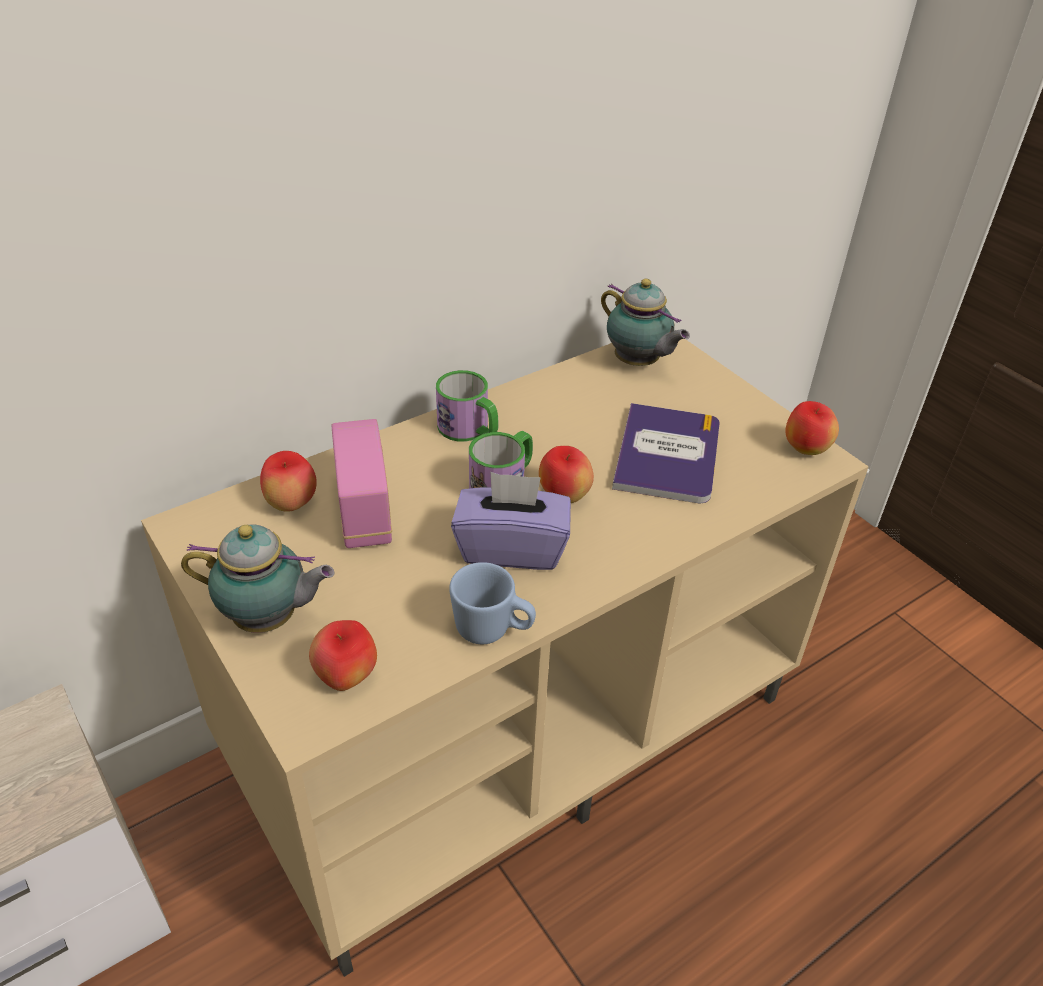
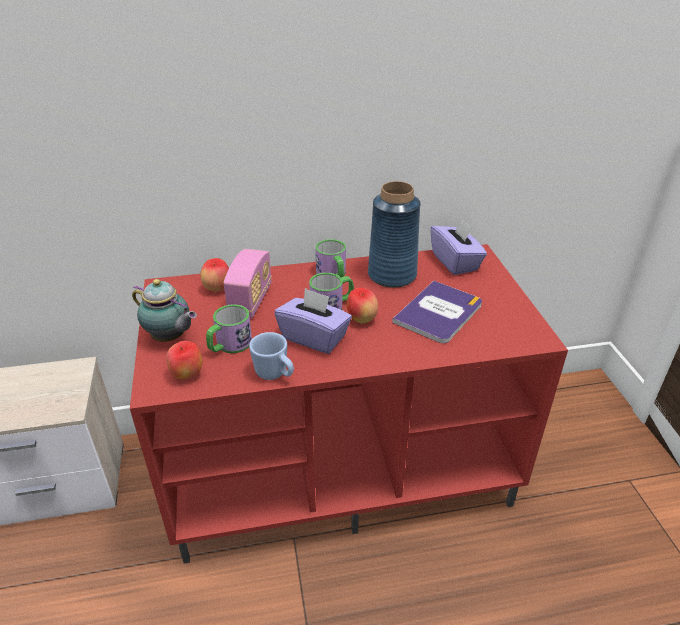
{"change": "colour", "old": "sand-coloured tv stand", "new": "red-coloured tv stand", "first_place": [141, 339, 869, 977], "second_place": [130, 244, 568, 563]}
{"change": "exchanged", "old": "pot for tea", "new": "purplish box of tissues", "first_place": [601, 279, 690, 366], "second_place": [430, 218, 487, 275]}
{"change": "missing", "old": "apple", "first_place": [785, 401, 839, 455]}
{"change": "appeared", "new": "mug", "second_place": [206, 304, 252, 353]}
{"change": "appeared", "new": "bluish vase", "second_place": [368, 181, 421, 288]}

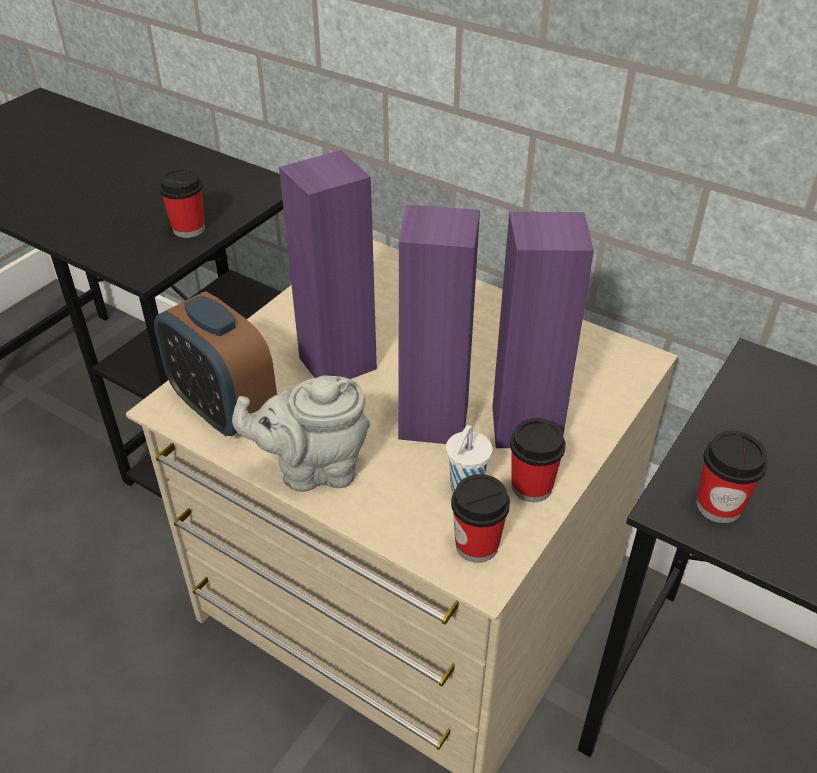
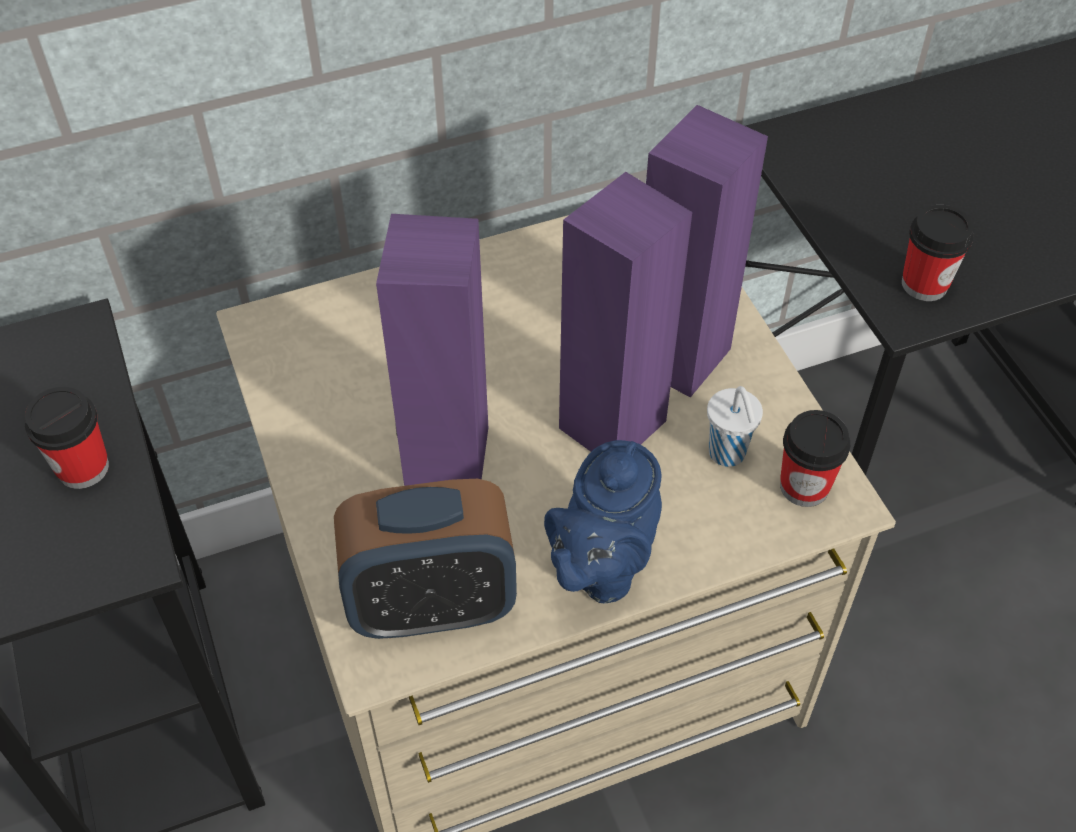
{"change": "colour", "old": "grey pot for tea", "new": "bluish pot for tea", "first_place": [232, 375, 370, 492], "second_place": [544, 440, 662, 603]}
{"change": "missing", "old": "cup", "first_place": [510, 418, 566, 502]}

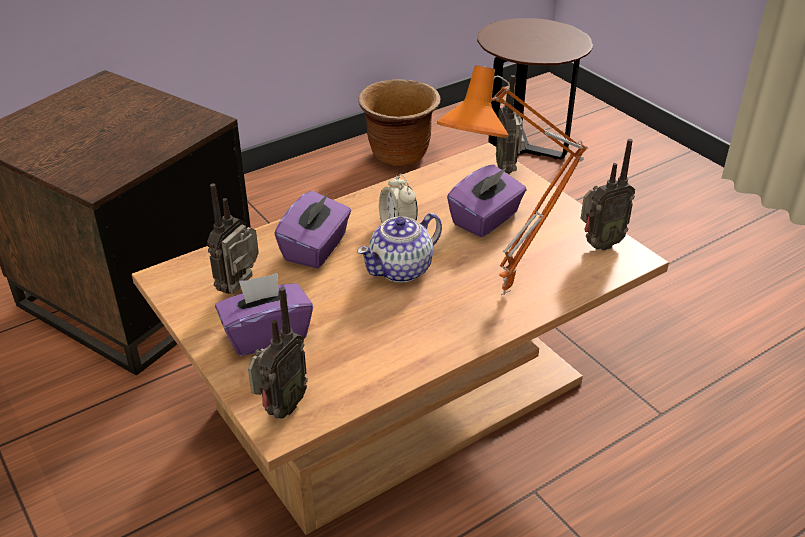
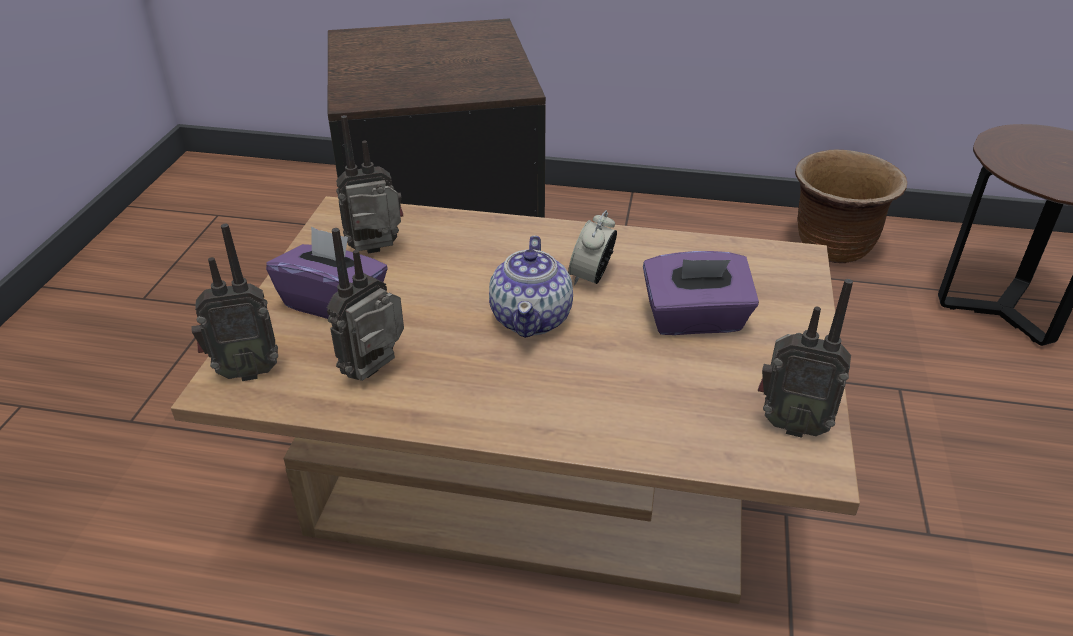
{"change": "missing", "old": "purplish box of tissues", "first_place": [274, 191, 351, 268]}
{"change": "spun", "old": "pot for tea", "first_place": [357, 213, 442, 283], "second_place": [489, 235, 573, 338], "degrees": -90}
{"change": "missing", "old": "orangey table lamp", "first_place": [437, 65, 587, 295]}
{"change": "relocated", "old": "radio receiver", "first_place": [496, 75, 525, 174], "second_place": [327, 228, 404, 381]}

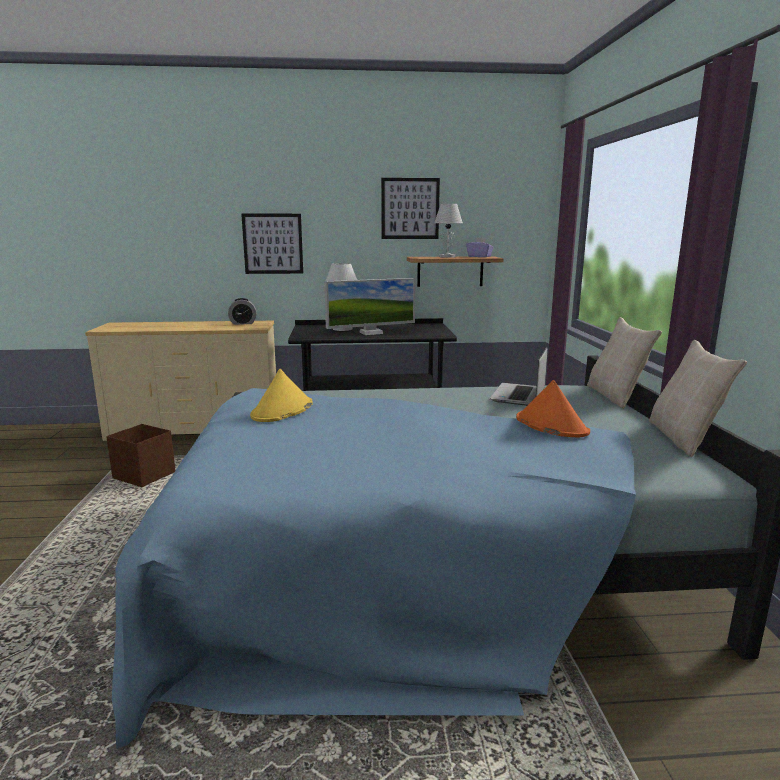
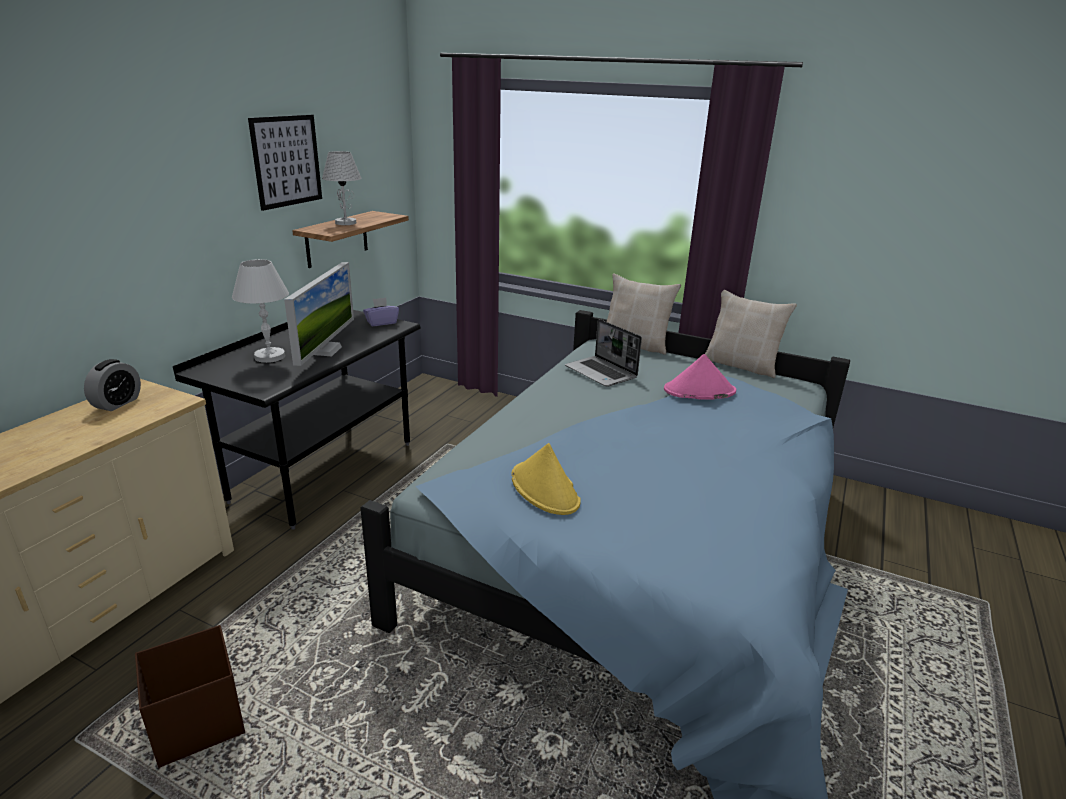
{"change": "missing", "old": "picture", "first_place": [241, 214, 303, 274]}
{"change": "relocated", "old": "purplish box of tissues", "first_place": [466, 238, 494, 257], "second_place": [363, 298, 399, 326]}
{"change": "colour", "old": "orangey hat", "new": "pink hat", "first_place": [516, 380, 590, 438], "second_place": [664, 354, 736, 400]}

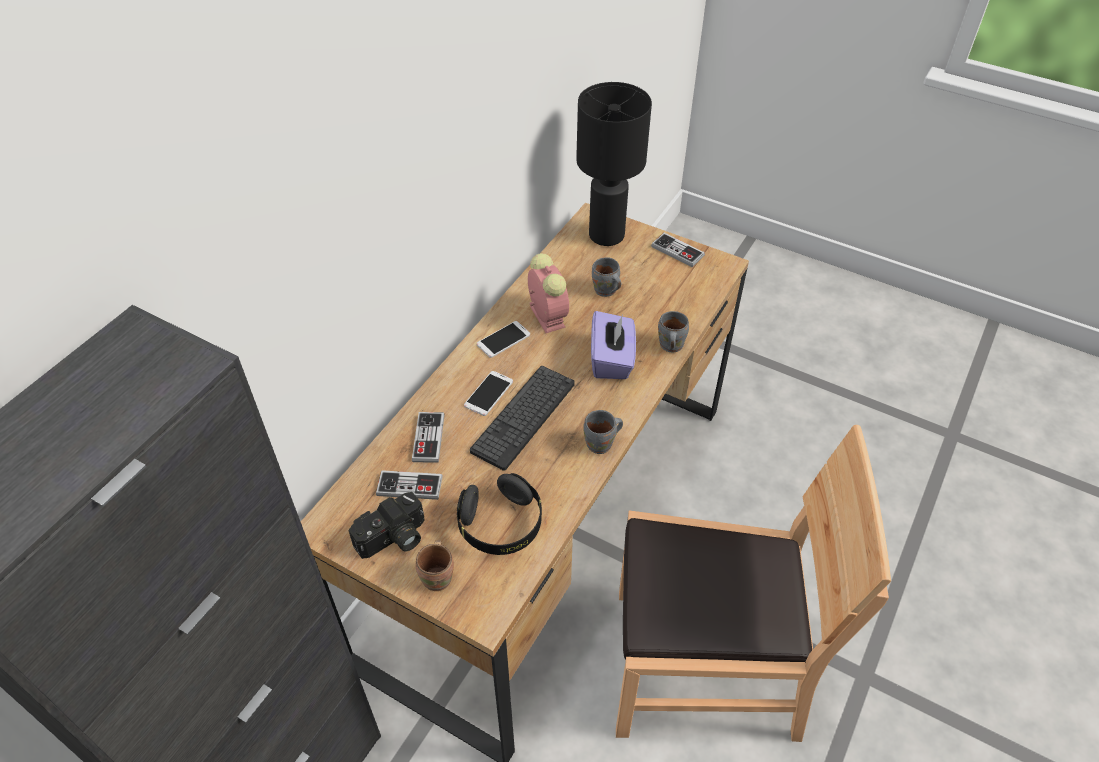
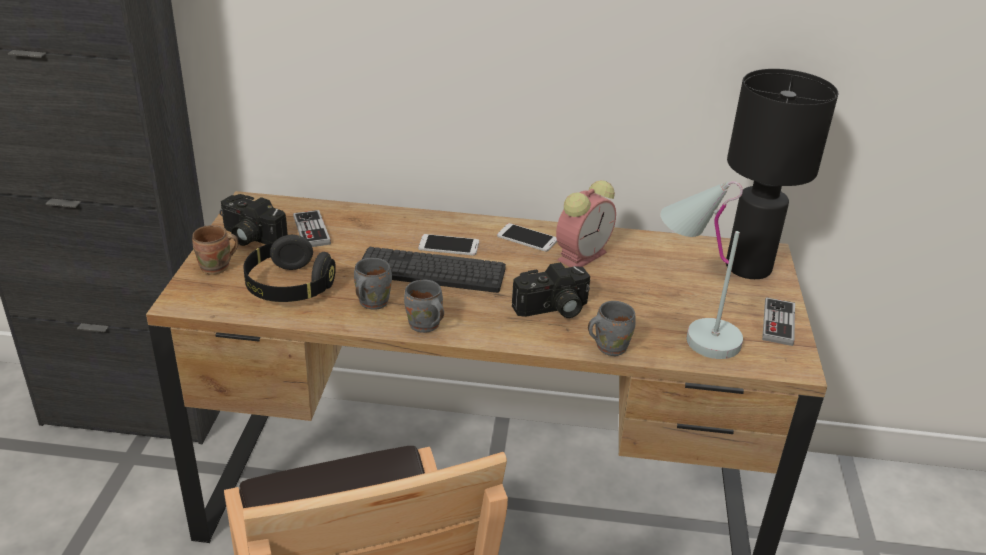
{"change": "missing", "old": "joypad", "first_place": [412, 412, 444, 463]}
{"change": "exchanged", "old": "purplish box of tissues", "new": "still camera", "first_place": [591, 311, 636, 379], "second_place": [512, 262, 590, 318]}
{"change": "relocated", "old": "grey mug", "first_place": [592, 257, 621, 297], "second_place": [354, 258, 392, 310]}
{"change": "appeared", "new": "white table lamp", "second_place": [661, 181, 743, 359]}

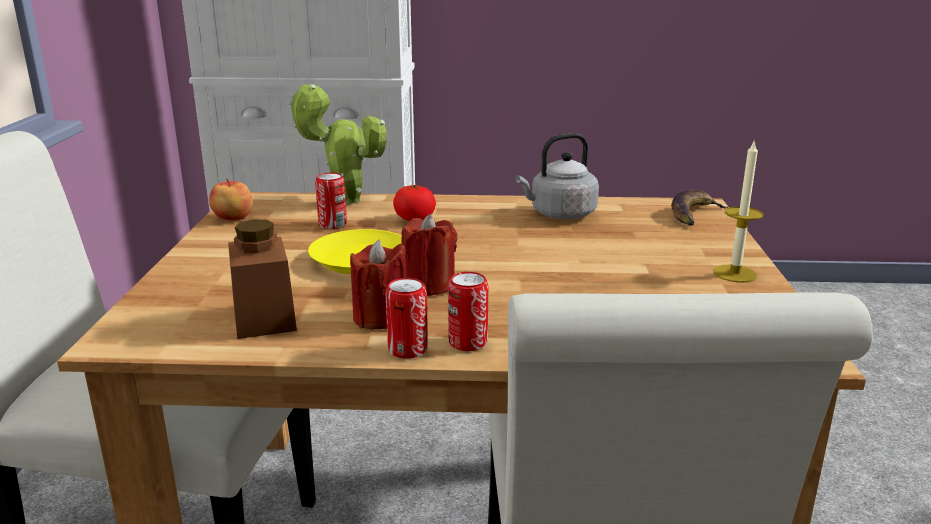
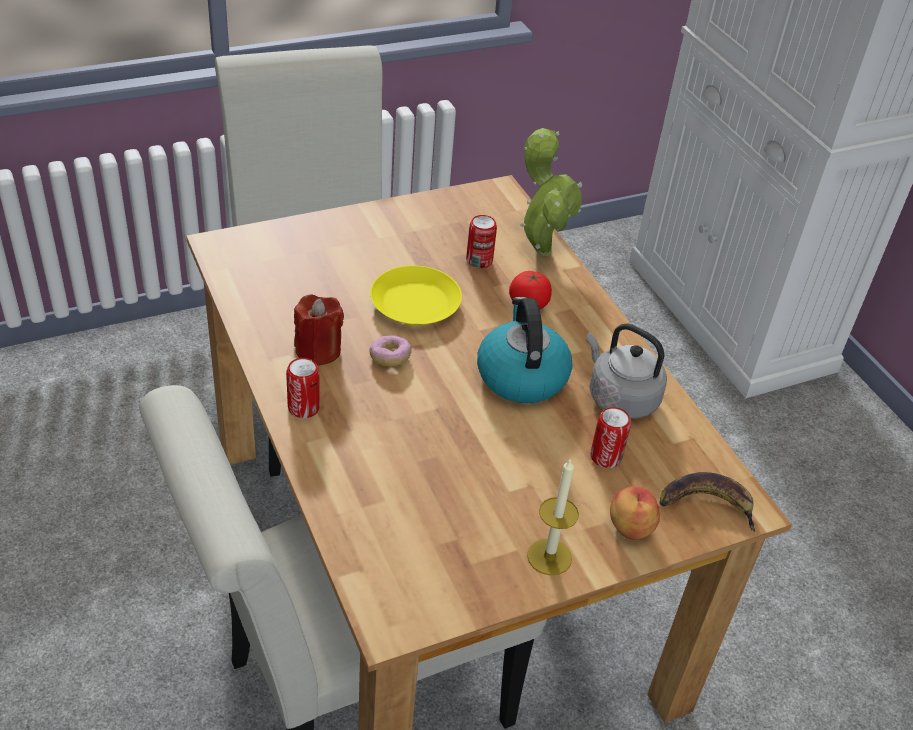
{"change": "relocated", "old": "apple", "first_place": [209, 178, 253, 220], "second_place": [610, 486, 660, 540]}
{"change": "missing", "old": "brown-coloured jar", "first_place": [228, 219, 297, 339]}
{"change": "relocated", "old": "metal can", "first_place": [386, 278, 428, 359], "second_place": [591, 407, 631, 468]}
{"change": "exchanged", "old": "red-coloured wax candle", "new": "ring doughnut", "first_place": [401, 214, 457, 296], "second_place": [370, 335, 412, 367]}
{"change": "appeared", "new": "tea kettle", "second_place": [477, 297, 572, 403]}

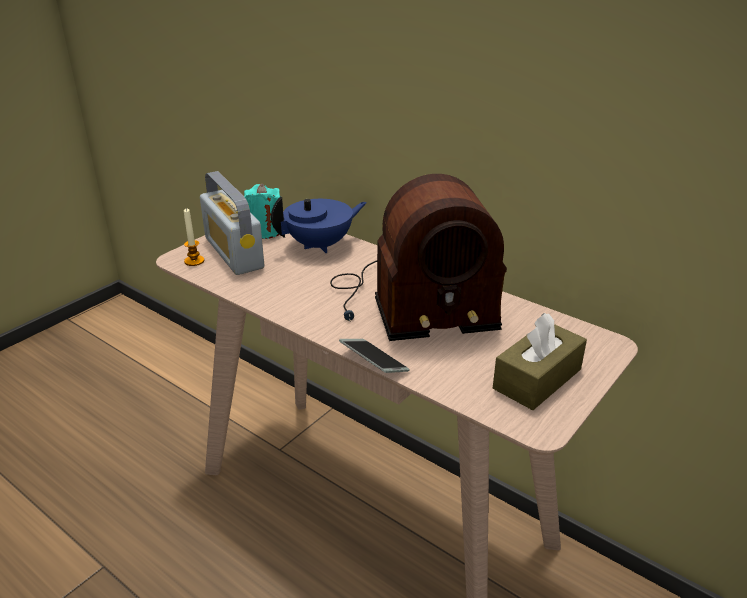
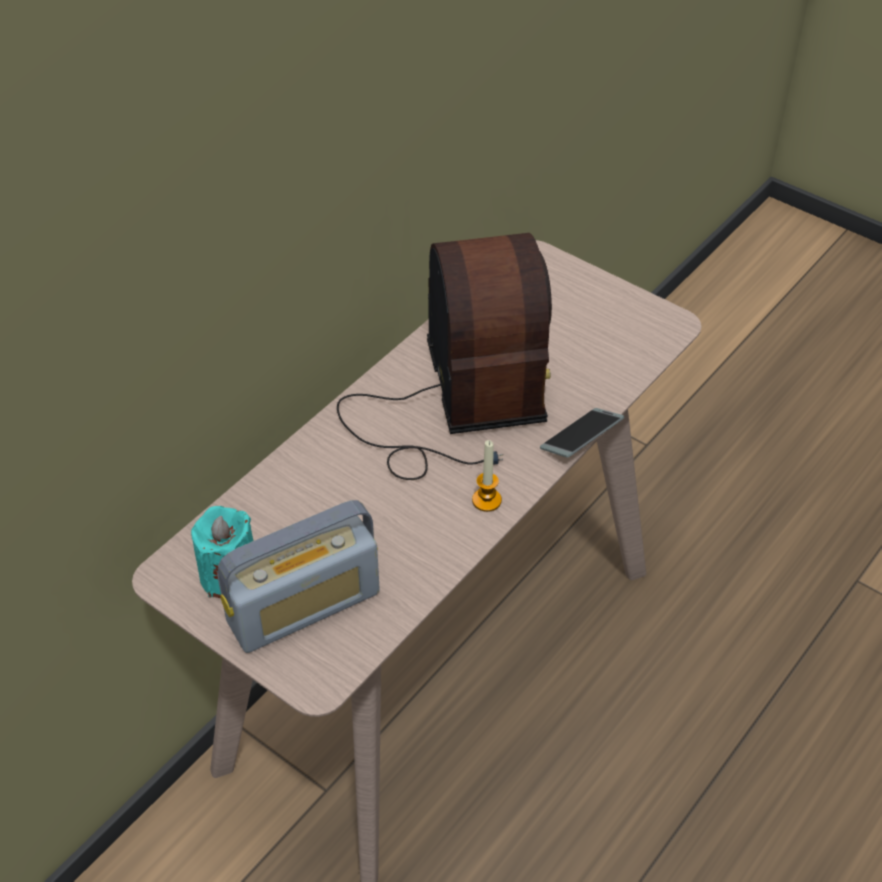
{"change": "relocated", "old": "wax candle", "first_place": [184, 208, 204, 266], "second_place": [472, 440, 502, 512]}
{"change": "missing", "old": "bluish pot for tea", "first_place": [271, 196, 367, 253]}
{"change": "missing", "old": "brown-coloured box of tissues", "first_place": [493, 313, 587, 410]}

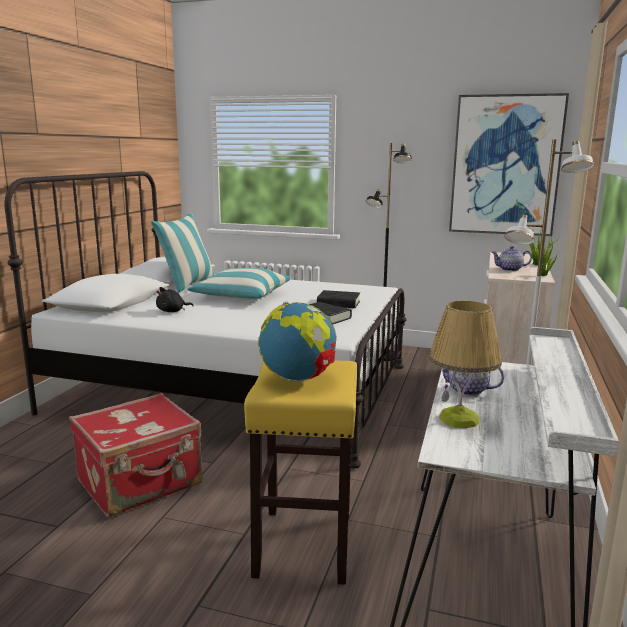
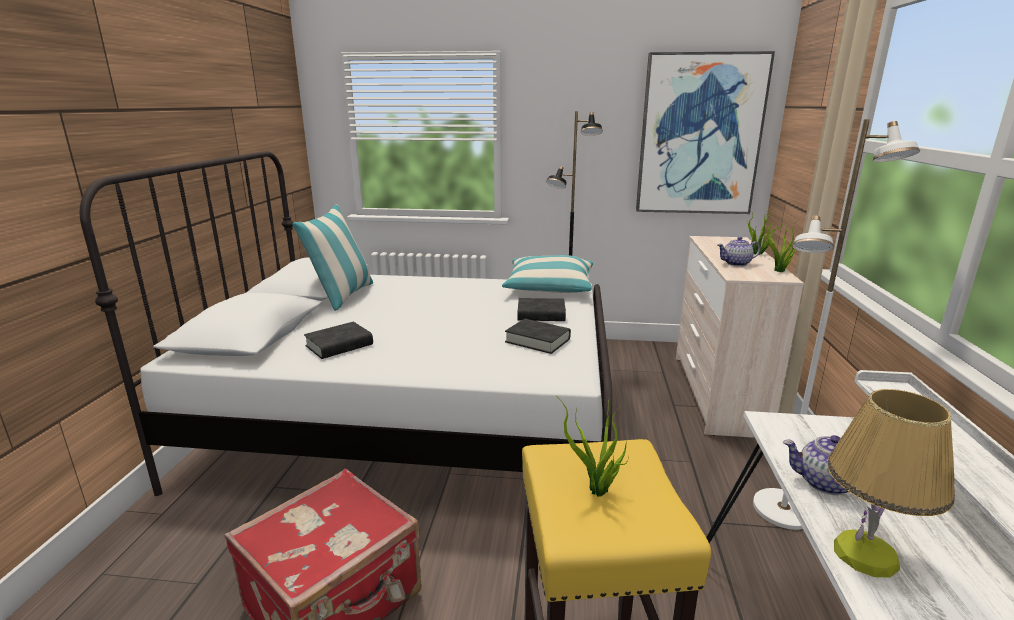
{"change": "exchanged", "old": "black cuddly toy", "new": "black book", "first_place": [156, 287, 194, 312], "second_place": [304, 322, 373, 359]}
{"change": "relocated", "old": "pillow", "first_place": [188, 268, 291, 300], "second_place": [502, 255, 593, 293]}
{"change": "exchanged", "old": "desk globe", "new": "potted plant", "first_place": [258, 301, 337, 382], "second_place": [557, 397, 629, 497]}

